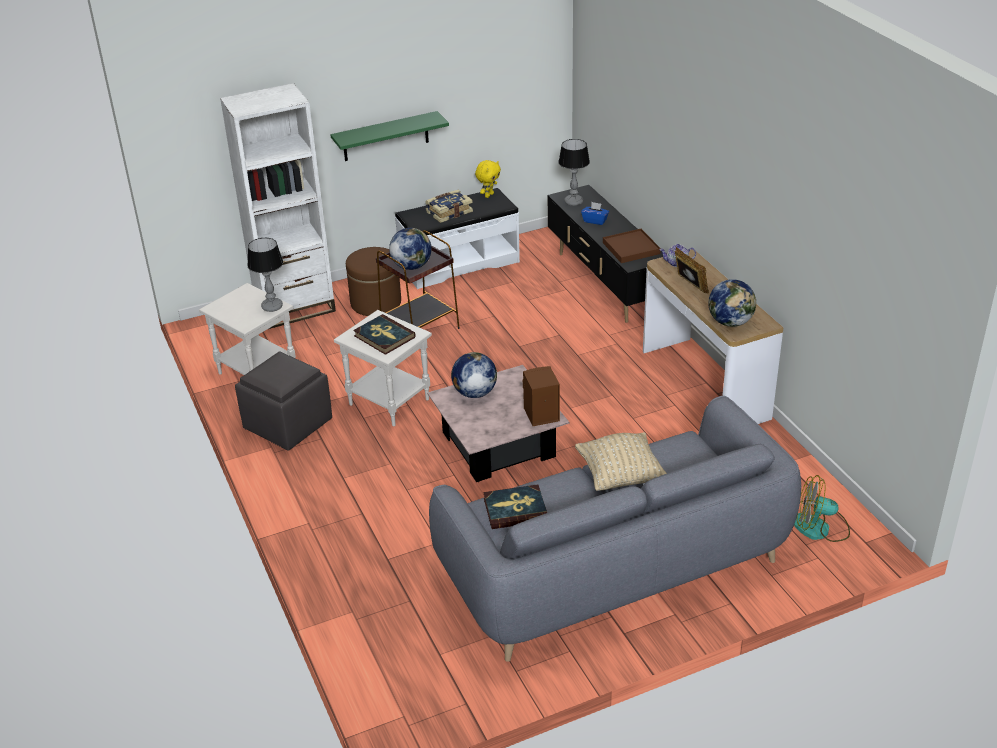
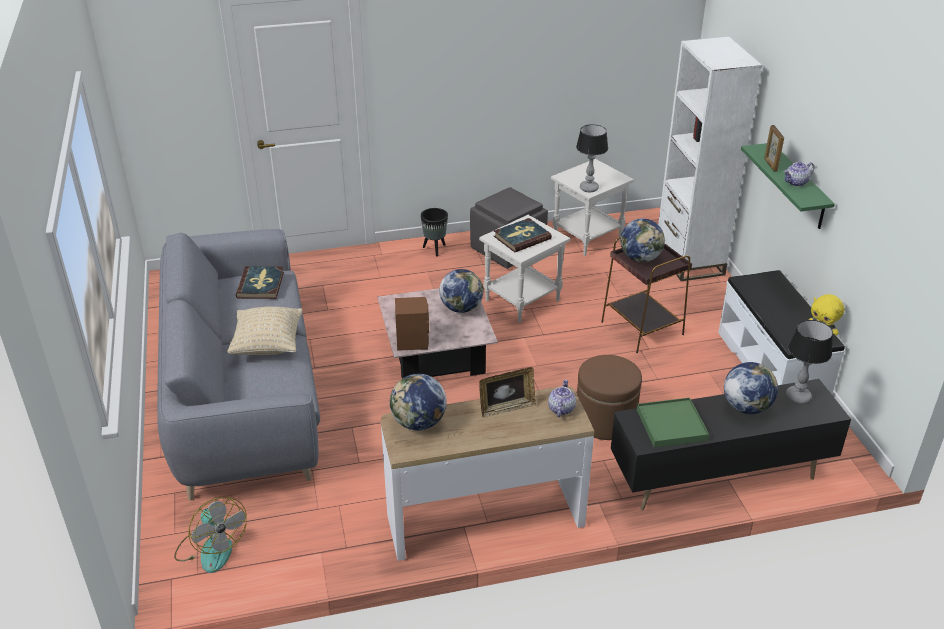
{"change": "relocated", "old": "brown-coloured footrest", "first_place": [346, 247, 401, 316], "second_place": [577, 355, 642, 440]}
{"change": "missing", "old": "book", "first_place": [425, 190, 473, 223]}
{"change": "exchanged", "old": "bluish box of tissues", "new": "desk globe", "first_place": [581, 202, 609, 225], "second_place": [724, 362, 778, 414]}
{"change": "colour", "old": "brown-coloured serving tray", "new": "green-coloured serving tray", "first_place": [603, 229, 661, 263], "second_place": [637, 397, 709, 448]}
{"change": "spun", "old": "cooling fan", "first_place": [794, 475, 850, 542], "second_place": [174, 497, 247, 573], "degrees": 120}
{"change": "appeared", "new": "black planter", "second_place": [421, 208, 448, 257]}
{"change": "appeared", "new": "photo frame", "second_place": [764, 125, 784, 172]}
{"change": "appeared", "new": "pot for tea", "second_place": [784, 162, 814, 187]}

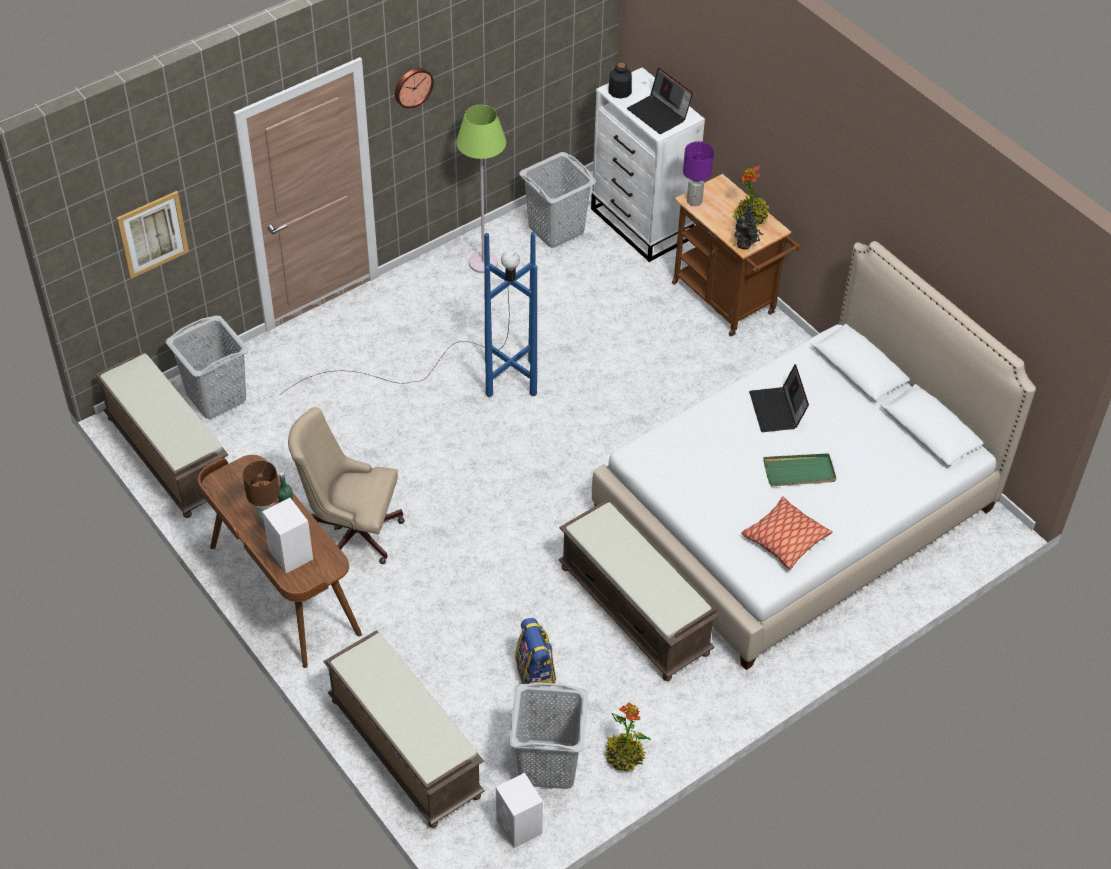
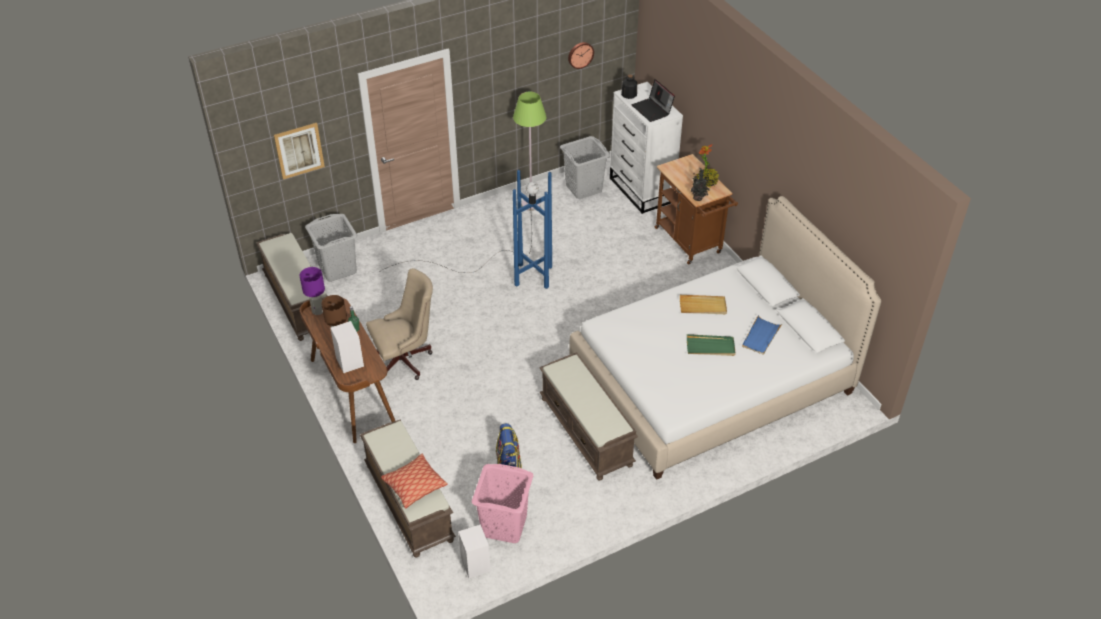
{"change": "spun", "old": "sand-coloured computer chair", "first_place": [288, 407, 405, 564], "second_place": [366, 268, 433, 381], "degrees": 135}
{"change": "relocated", "old": "wall clock", "first_place": [395, 68, 434, 109], "second_place": [568, 42, 594, 69]}
{"change": "colour", "old": "grey hamper", "new": "pink hamper", "first_place": [509, 683, 588, 789], "second_place": [472, 464, 533, 543]}
{"change": "missing", "old": "potted plant", "first_place": [605, 702, 651, 772]}
{"change": "relocated", "old": "purplish table lamp", "first_place": [683, 141, 714, 206], "second_place": [300, 267, 325, 315]}
{"change": "relocated", "old": "pillow", "first_place": [741, 496, 832, 570], "second_place": [381, 454, 448, 508]}
{"change": "exchanged", "old": "laptop", "new": "sand-coloured serving tray", "first_place": [749, 364, 809, 432], "second_place": [680, 295, 727, 314]}
{"change": "appeared", "new": "bluish serving tray", "second_place": [742, 315, 782, 355]}

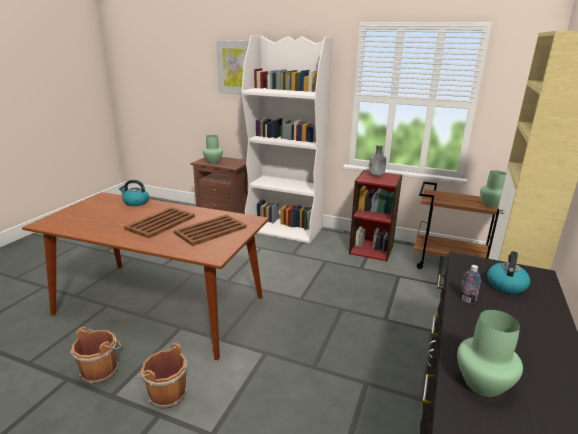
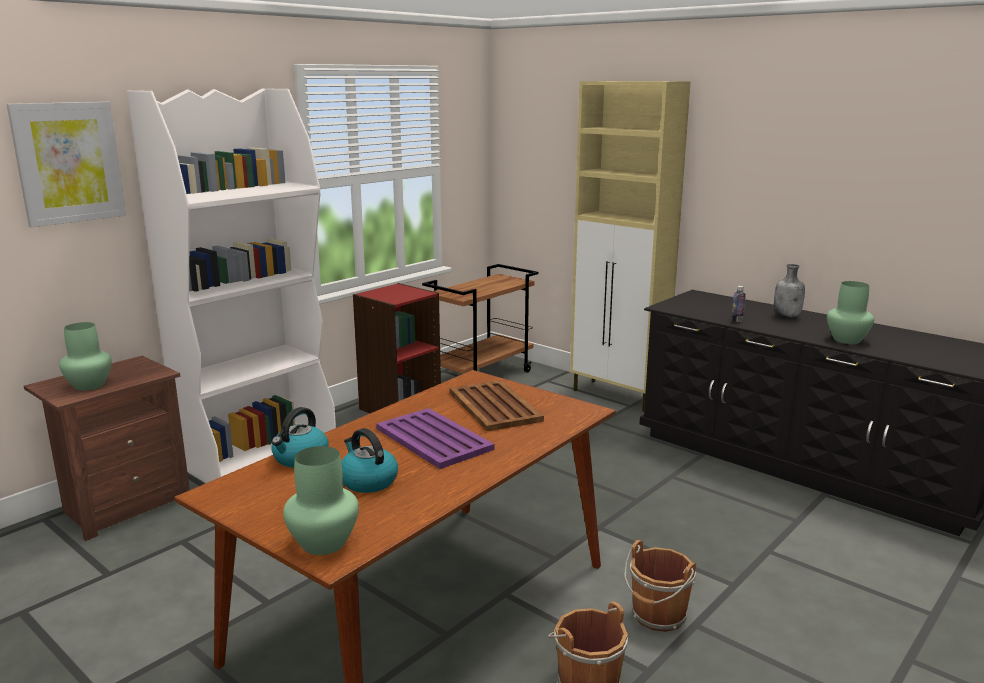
{"change": "colour", "old": "brown-coloured serving tray", "new": "purplish serving tray", "first_place": [124, 207, 195, 238], "second_place": [376, 408, 494, 469]}
{"change": "relocated", "old": "grey beverage bottle", "first_place": [369, 145, 386, 177], "second_place": [774, 264, 805, 318]}
{"change": "relocated", "old": "green-coloured vase", "first_place": [480, 170, 506, 207], "second_place": [283, 446, 359, 555]}
{"change": "relocated", "old": "tea kettle", "first_place": [487, 251, 530, 294], "second_place": [341, 428, 398, 493]}

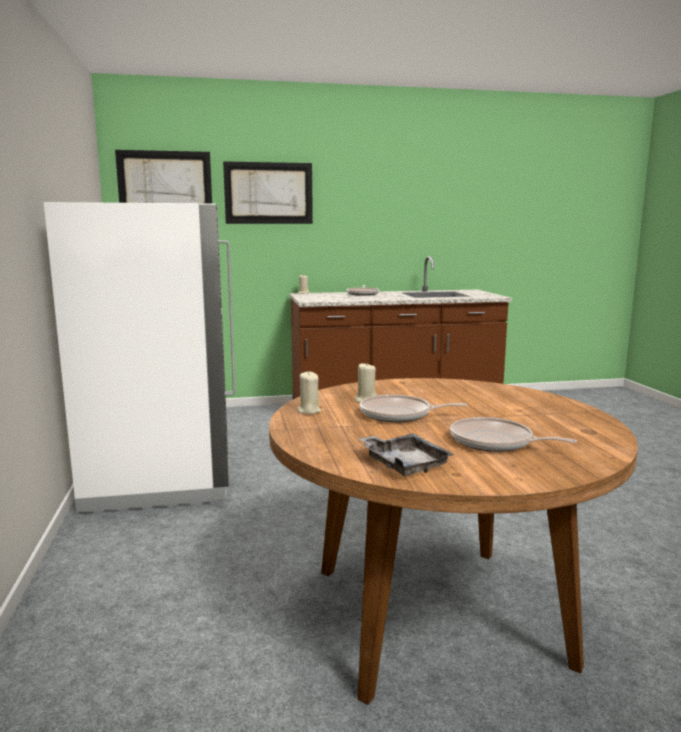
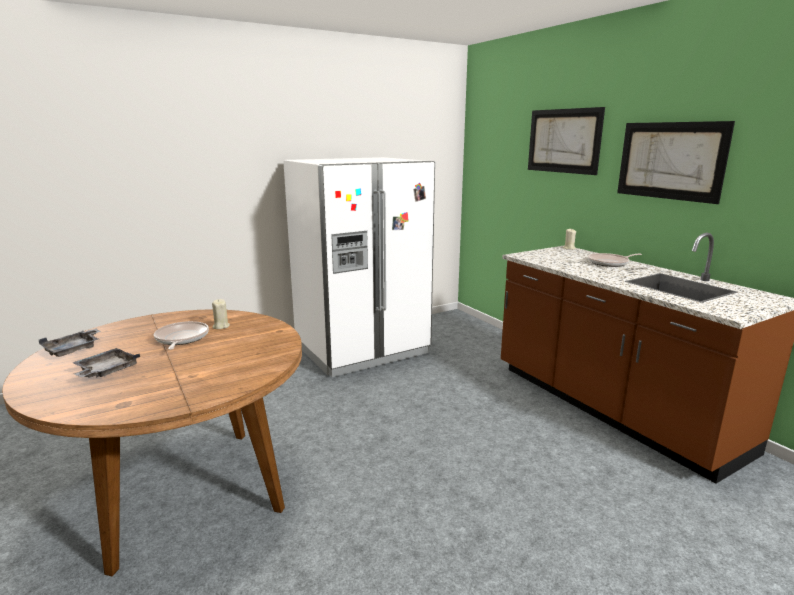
{"change": "relocated", "old": "picture", "first_place": [115, 150, 212, 204], "second_place": [617, 121, 735, 204]}
{"change": "missing", "old": "sand-coloured wax candle", "first_place": [297, 371, 321, 414]}
{"change": "exchanged", "old": "pan", "new": "grey serving tray", "first_place": [450, 417, 577, 452], "second_place": [72, 348, 140, 377]}

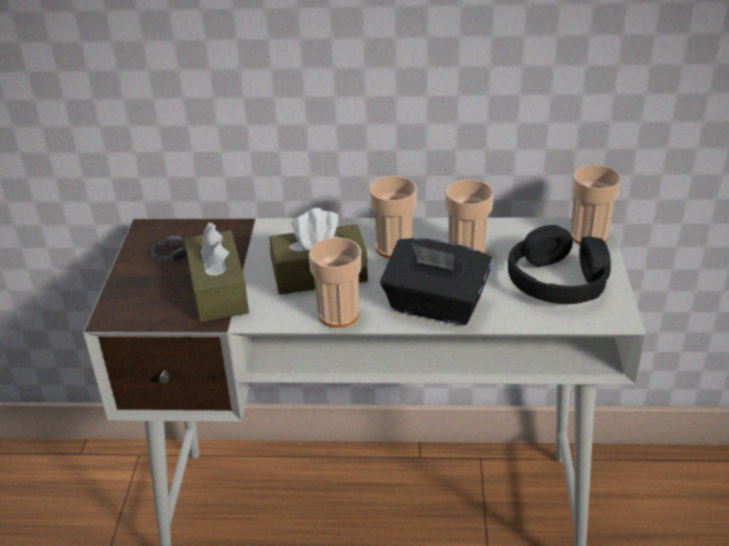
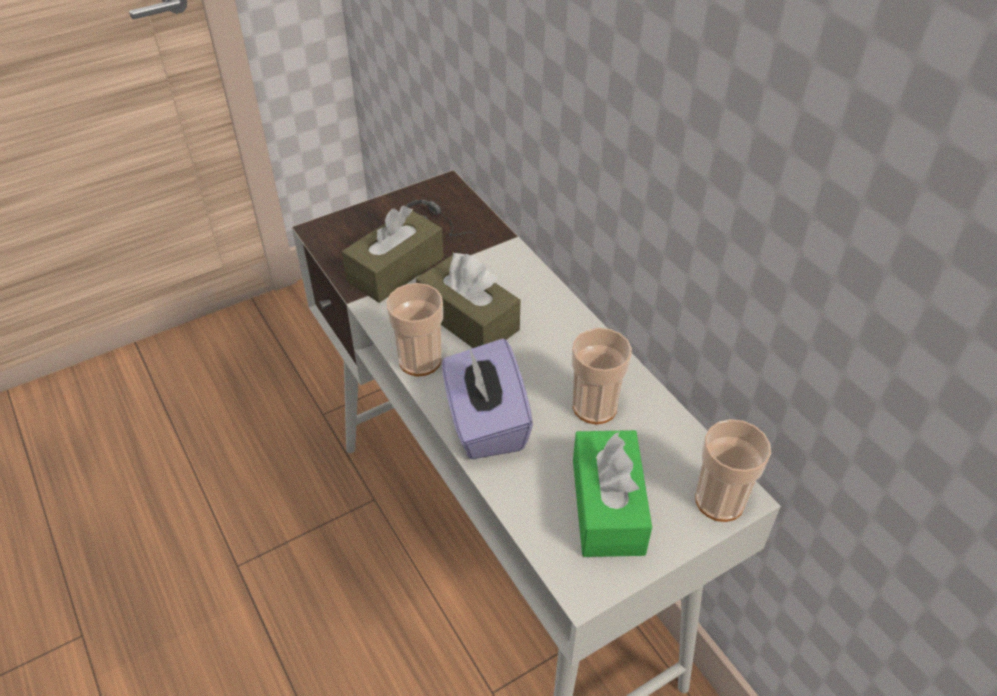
{"change": "missing", "old": "cup", "first_place": [369, 176, 417, 258]}
{"change": "colour", "old": "black box of tissues", "new": "purplish box of tissues", "first_place": [380, 238, 492, 325], "second_place": [442, 339, 533, 459]}
{"change": "exchanged", "old": "black headset", "new": "green-coloured box of tissues", "first_place": [508, 225, 611, 304], "second_place": [573, 430, 652, 557]}

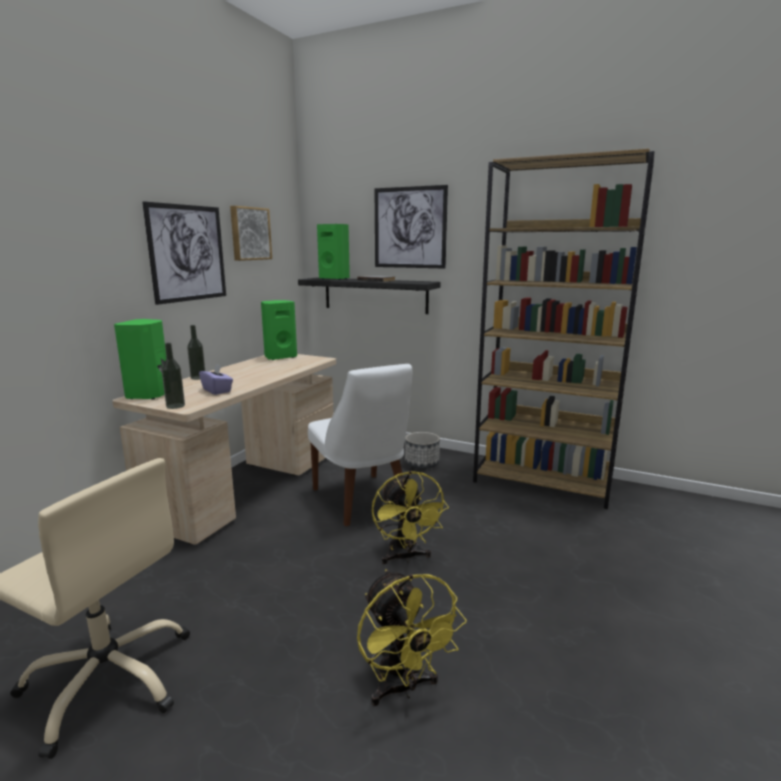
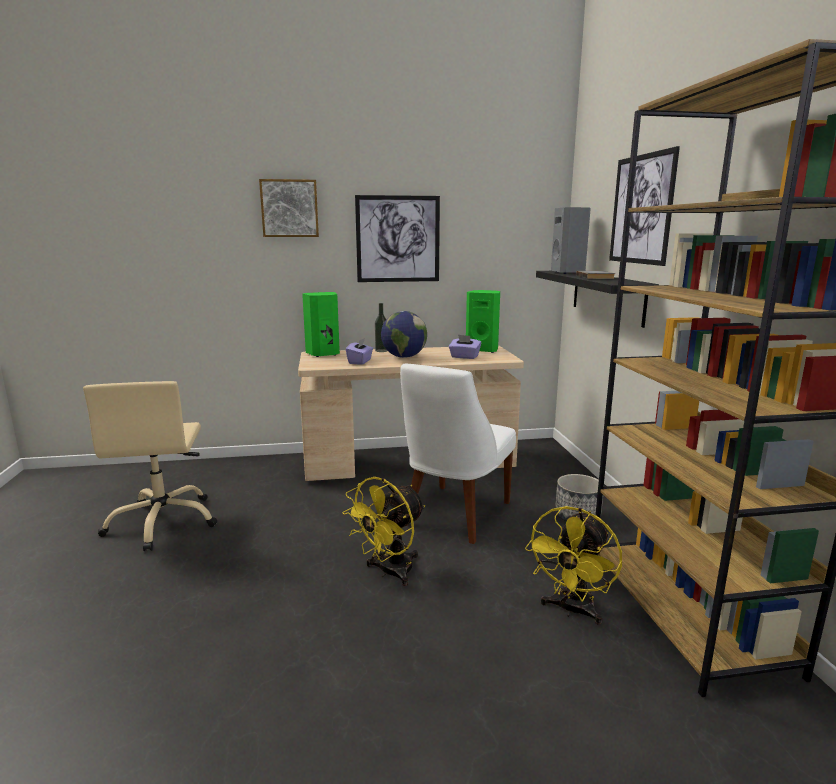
{"change": "missing", "old": "beverage bottle", "first_place": [162, 343, 185, 409]}
{"change": "relocated", "old": "picture", "first_place": [230, 206, 272, 261], "second_place": [259, 179, 319, 237]}
{"change": "colour", "old": "green-coloured loudspeaker", "new": "grey loudspeaker", "first_place": [317, 224, 350, 280], "second_place": [551, 207, 591, 274]}
{"change": "relocated", "old": "yellowish cooling fan", "first_place": [357, 569, 467, 706], "second_place": [525, 506, 622, 625]}
{"change": "appeared", "new": "desk globe", "second_place": [381, 311, 427, 358]}
{"change": "appeared", "new": "purplish box of tissues", "second_place": [449, 335, 481, 359]}

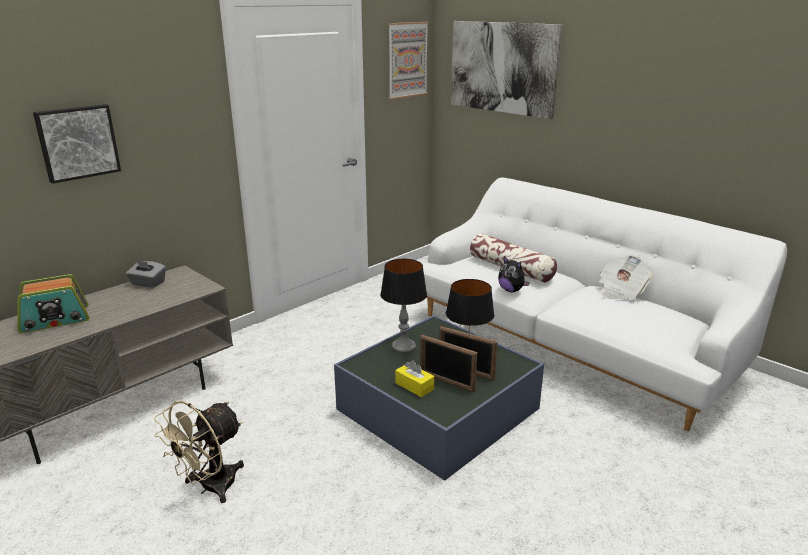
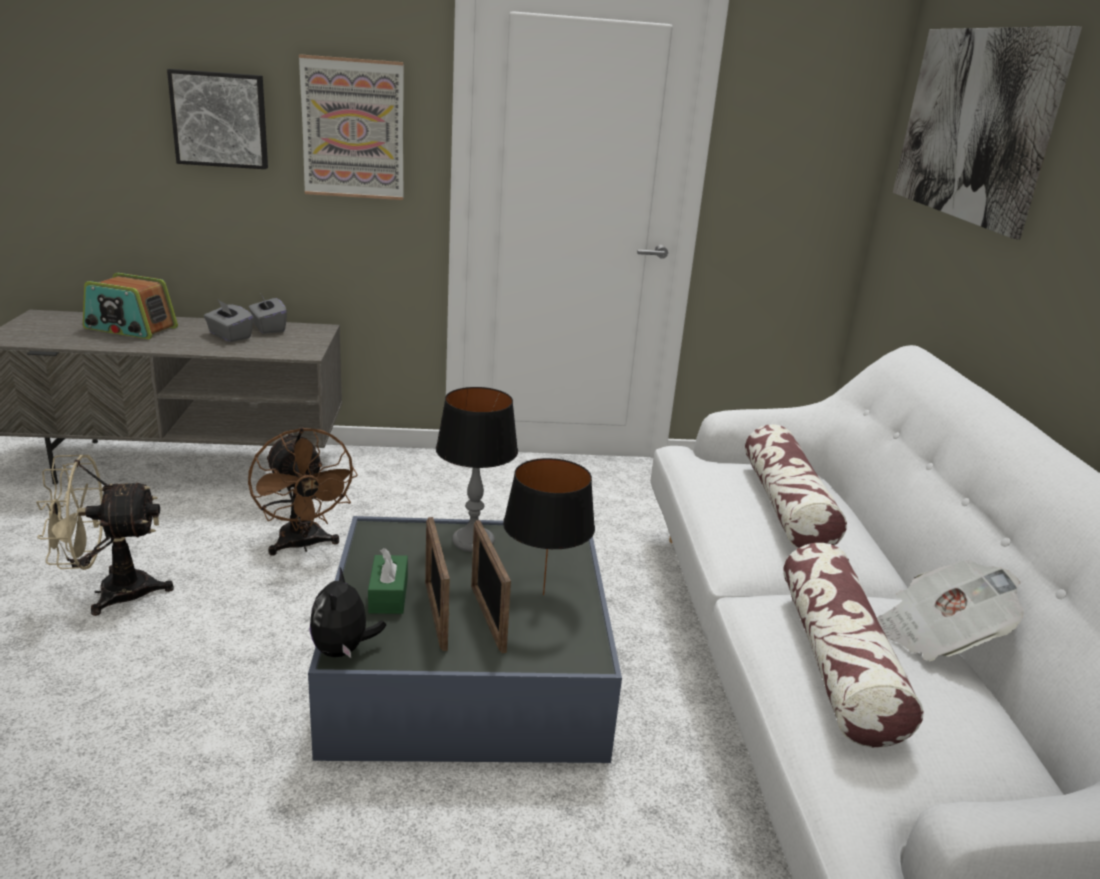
{"change": "relocated", "old": "picture", "first_place": [388, 22, 429, 99], "second_place": [299, 54, 404, 200]}
{"change": "colour", "old": "yellowish box of tissues", "new": "green-coloured box of tissues", "first_place": [395, 360, 434, 397], "second_place": [368, 548, 408, 614]}
{"change": "relocated", "old": "cuddly toy", "first_place": [498, 256, 530, 292], "second_place": [310, 567, 386, 659]}
{"change": "appeared", "new": "grey box of tissues", "second_place": [204, 300, 254, 342]}
{"change": "appeared", "new": "brown-coloured cooling fan", "second_place": [248, 427, 358, 555]}
{"change": "appeared", "new": "pillow", "second_place": [783, 543, 924, 747]}

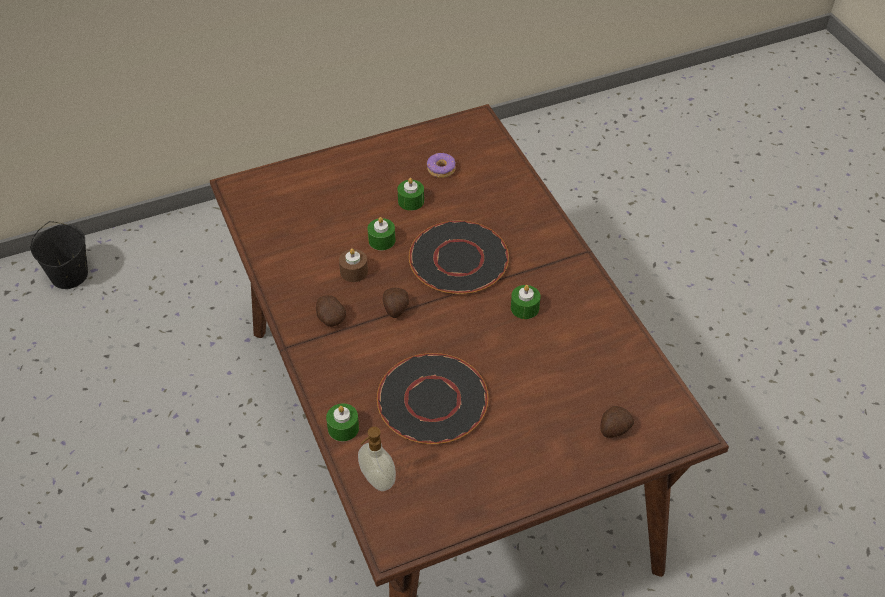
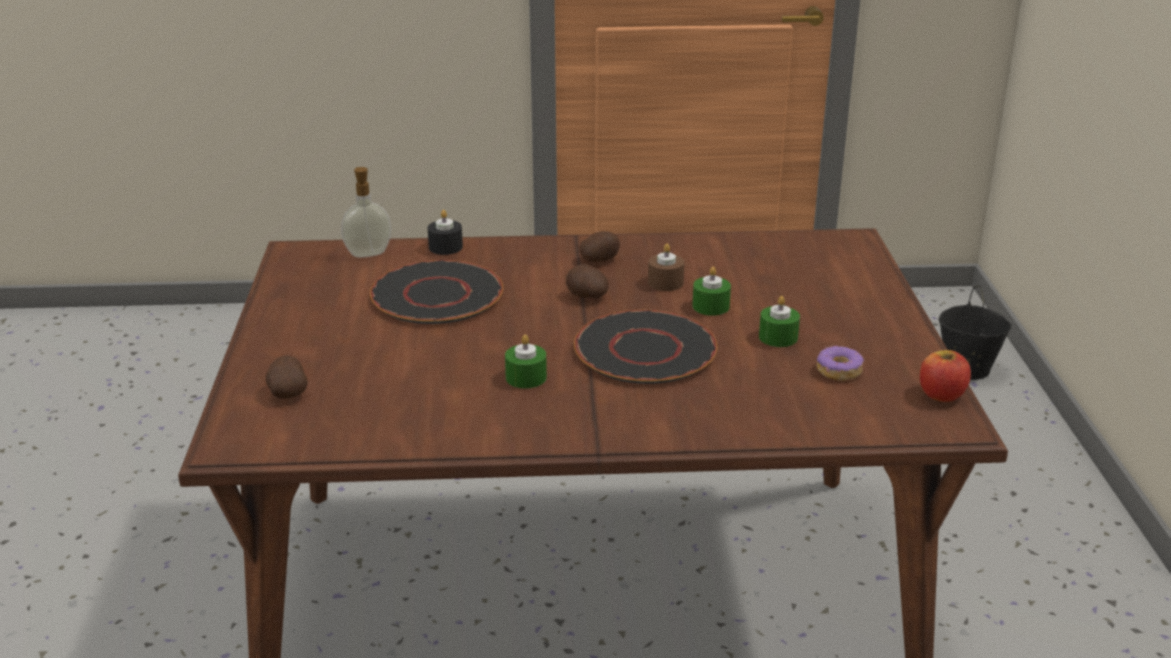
{"change": "colour", "old": "green-coloured wax candle", "new": "black wax candle", "first_place": [326, 403, 359, 441], "second_place": [428, 210, 463, 255]}
{"change": "appeared", "new": "apple", "second_place": [920, 350, 971, 402]}

